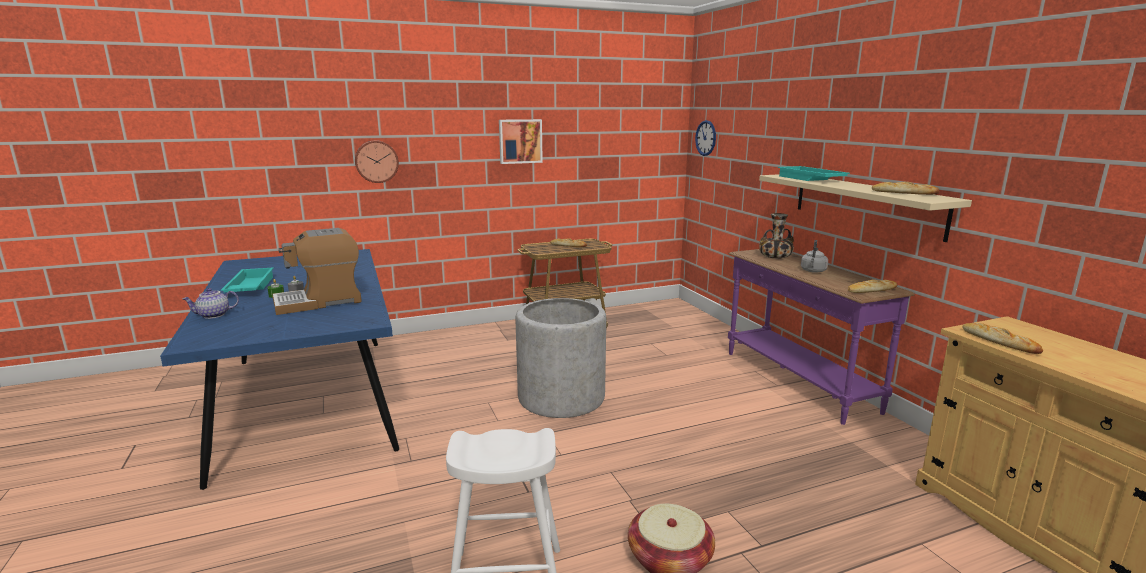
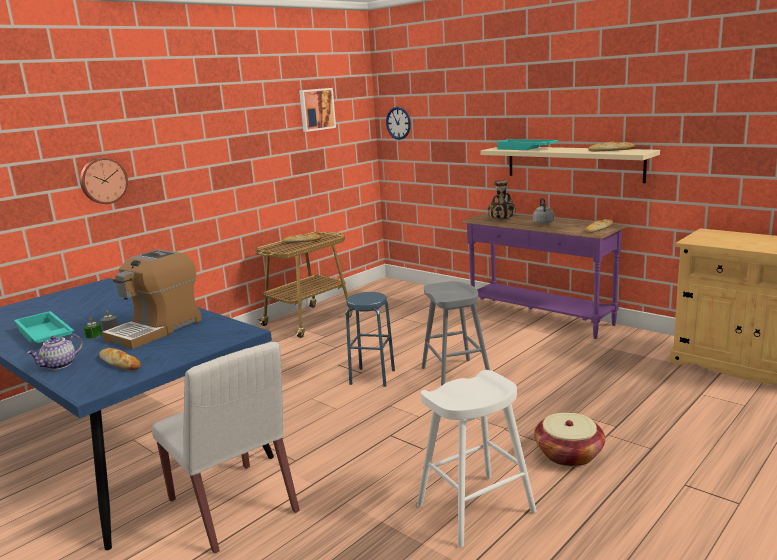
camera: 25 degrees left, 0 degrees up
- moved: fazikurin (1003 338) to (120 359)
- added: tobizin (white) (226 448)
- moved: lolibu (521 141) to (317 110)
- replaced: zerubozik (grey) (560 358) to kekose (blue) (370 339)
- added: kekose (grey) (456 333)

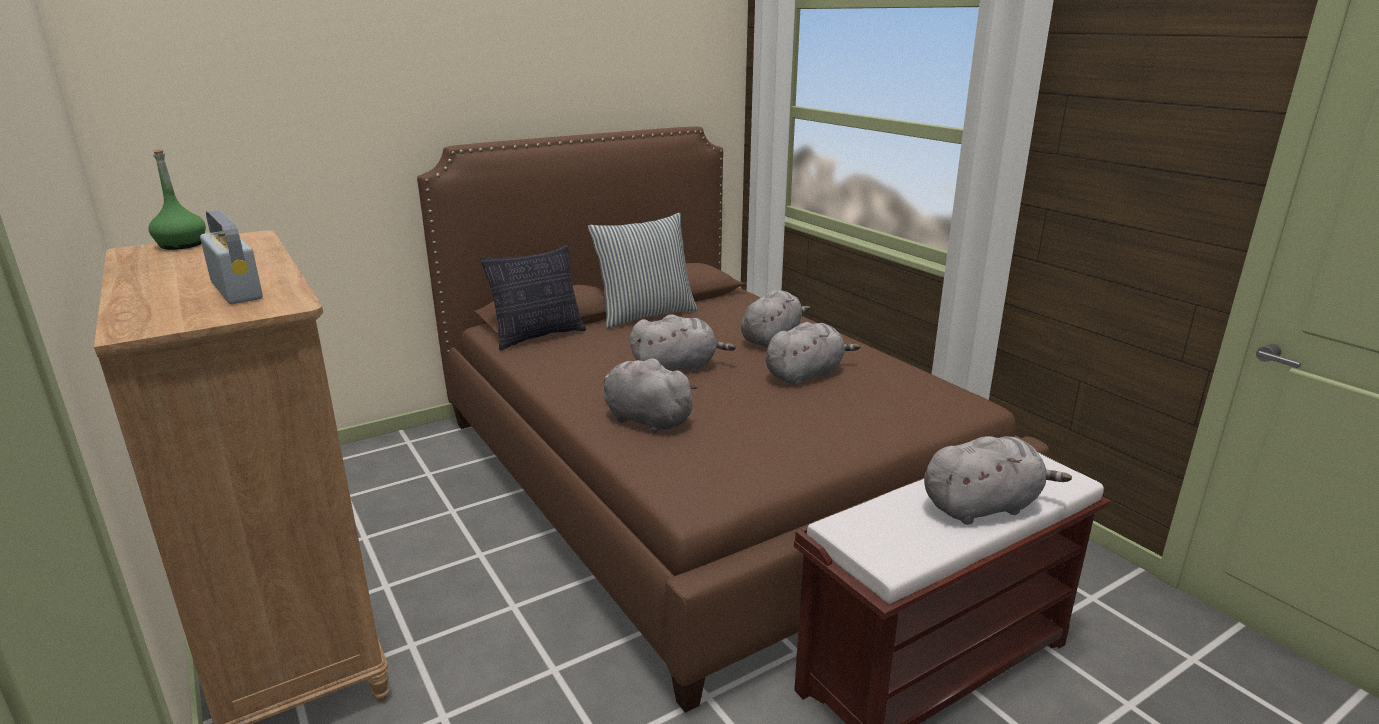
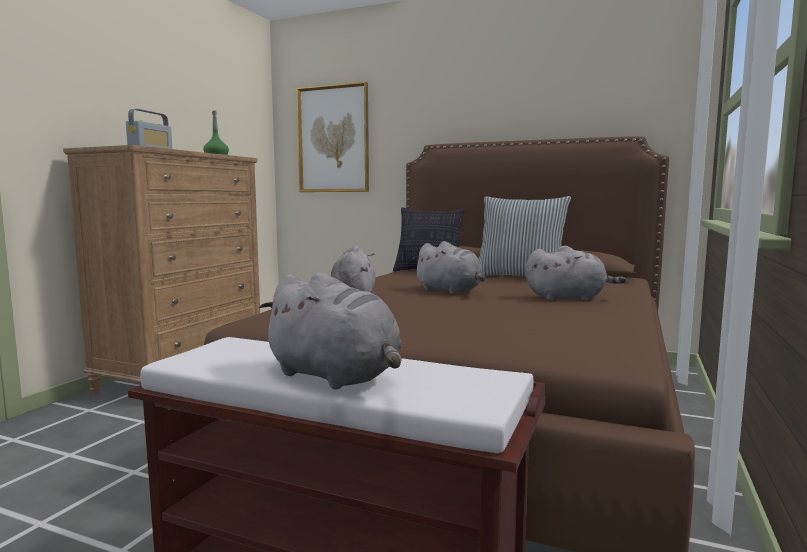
camera: 55 degrees right, 15 degrees down
- added: lolibu (333 137)
- removed: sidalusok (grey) (812 354)

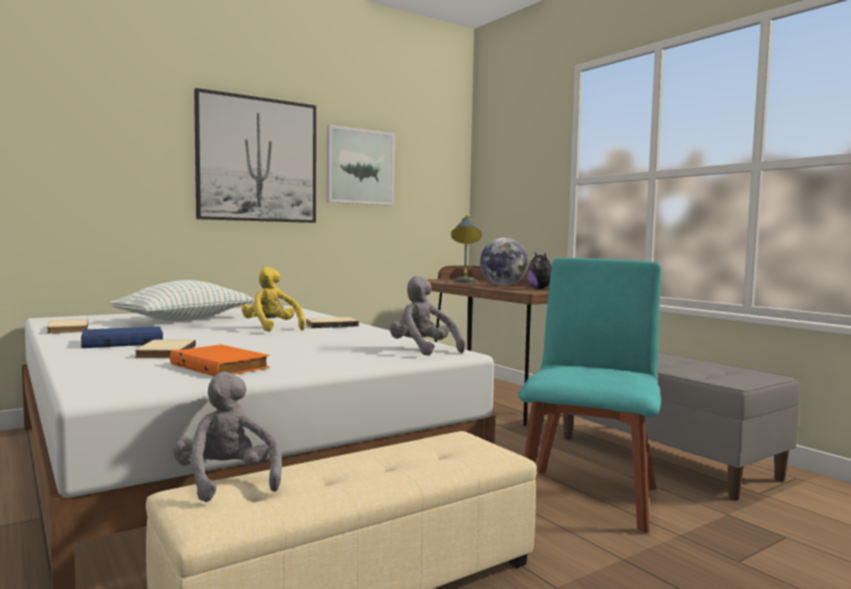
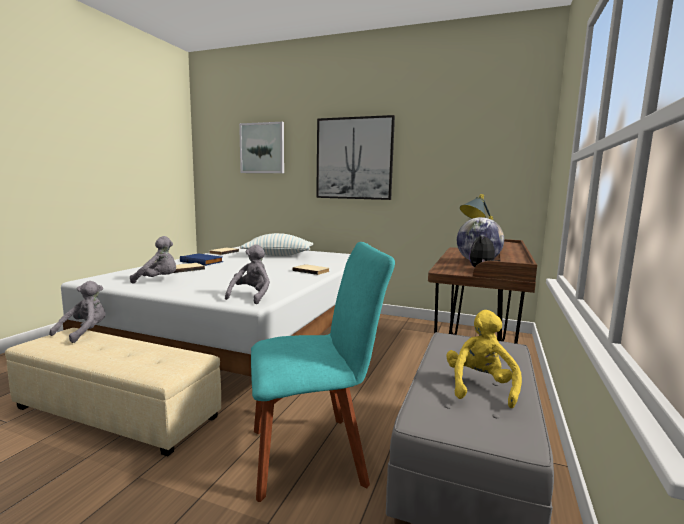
camera: 55 degrees right, 5 degrees up
- replaced: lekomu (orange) (220 360) to sidalusok (grey) (153 260)
- moved: lolibu (361 165) to (261 147)
- moved: sidalusok (yellow) (273 299) to (484 359)

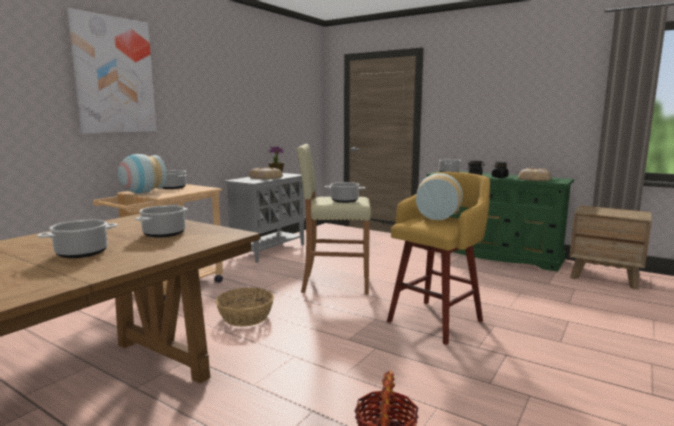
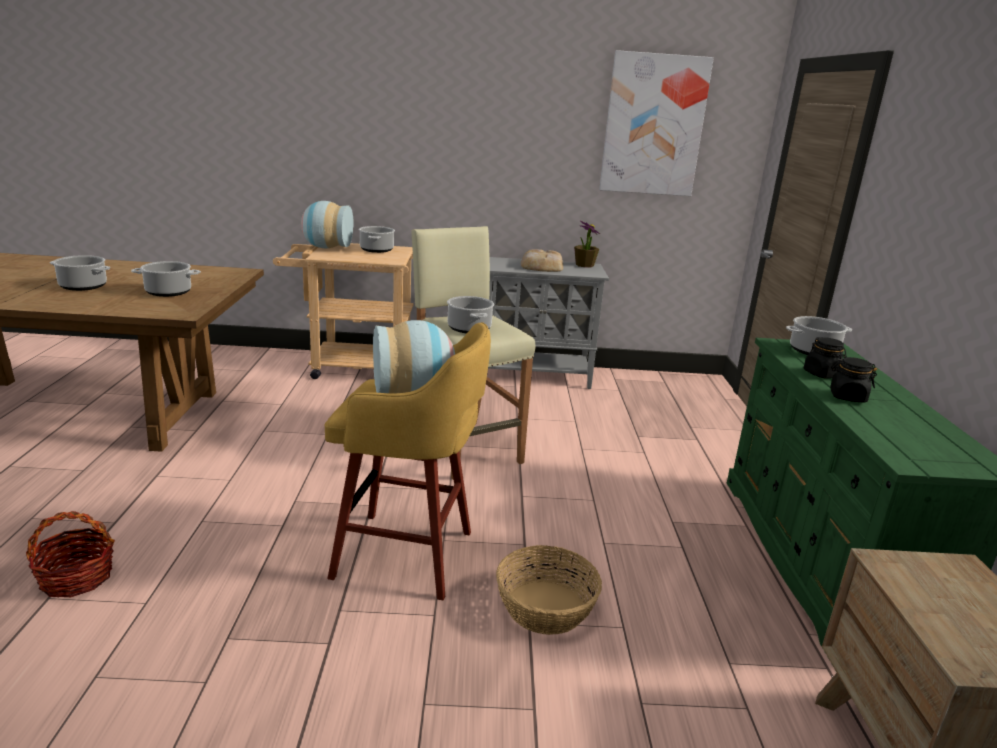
camera: 55 degrees right, 10 degrees up
- moved: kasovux (245 307) to (549 590)
- moved: lolibu (112 71) to (656 123)
- removed: fazikurin (534 174)

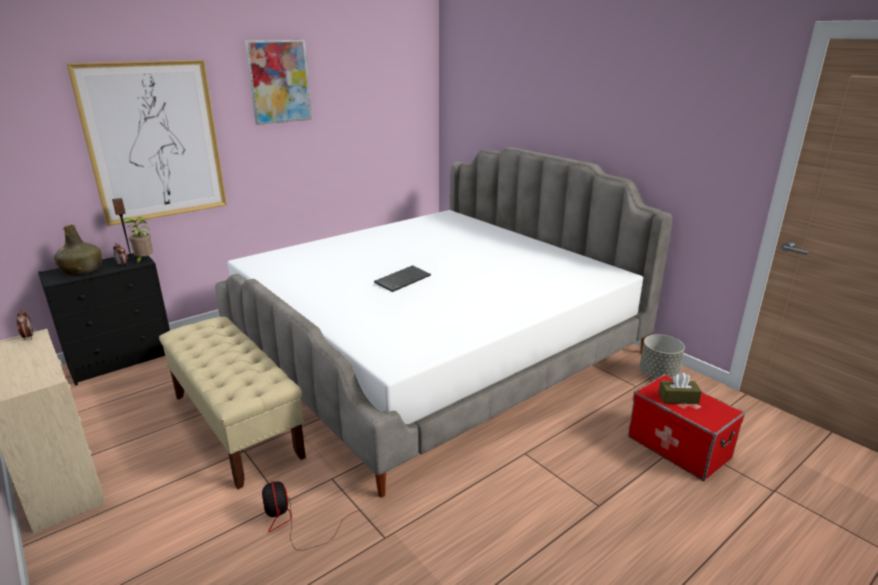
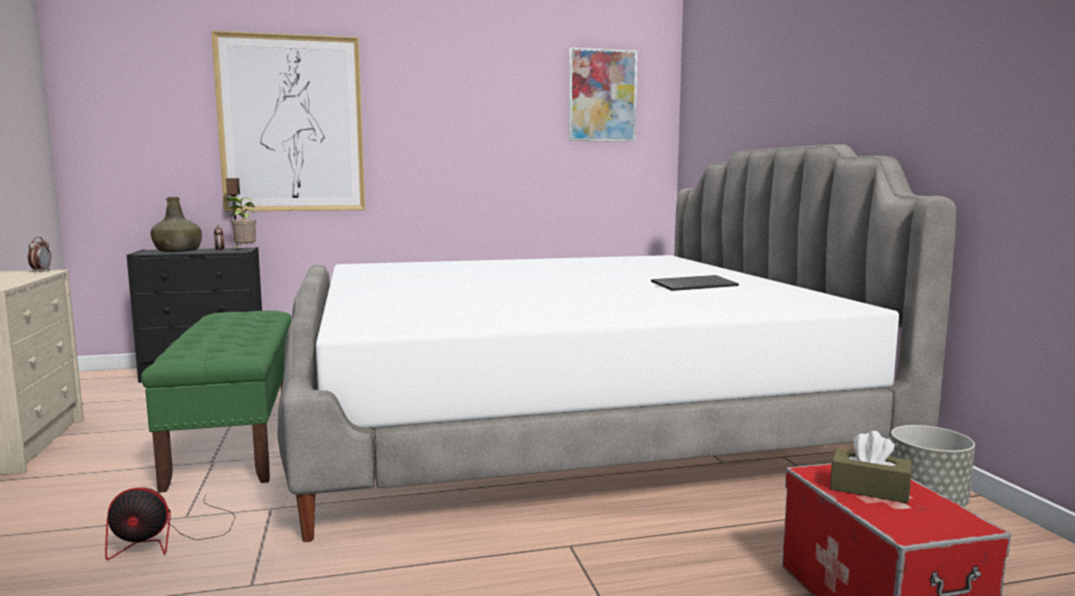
camera: 25 degrees right, 15 degrees down
- turned: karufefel (312 515) = (170 523) 105 degrees counterclockwise
- recoloured: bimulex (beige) (232 403) to bimulex (green) (216 401)
- moved: lolibu (278 82) to (603 95)
- moved: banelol (402 278) to (695 283)

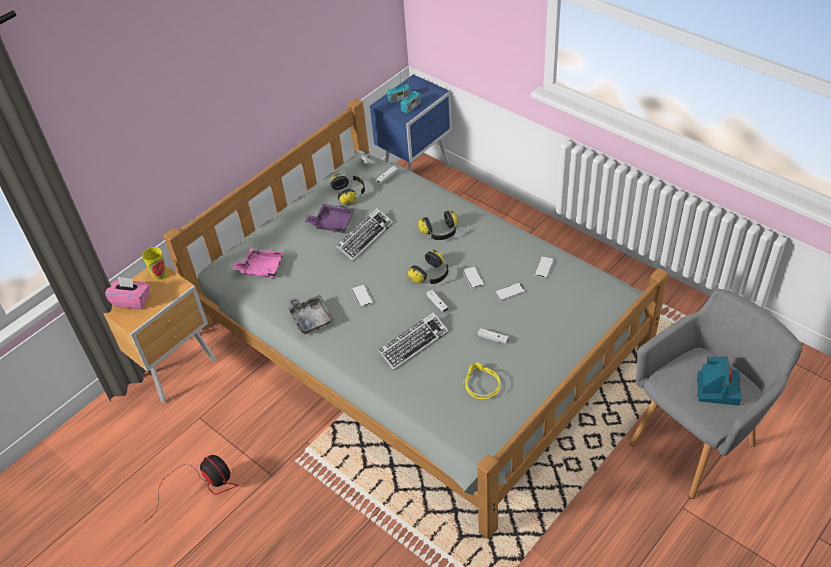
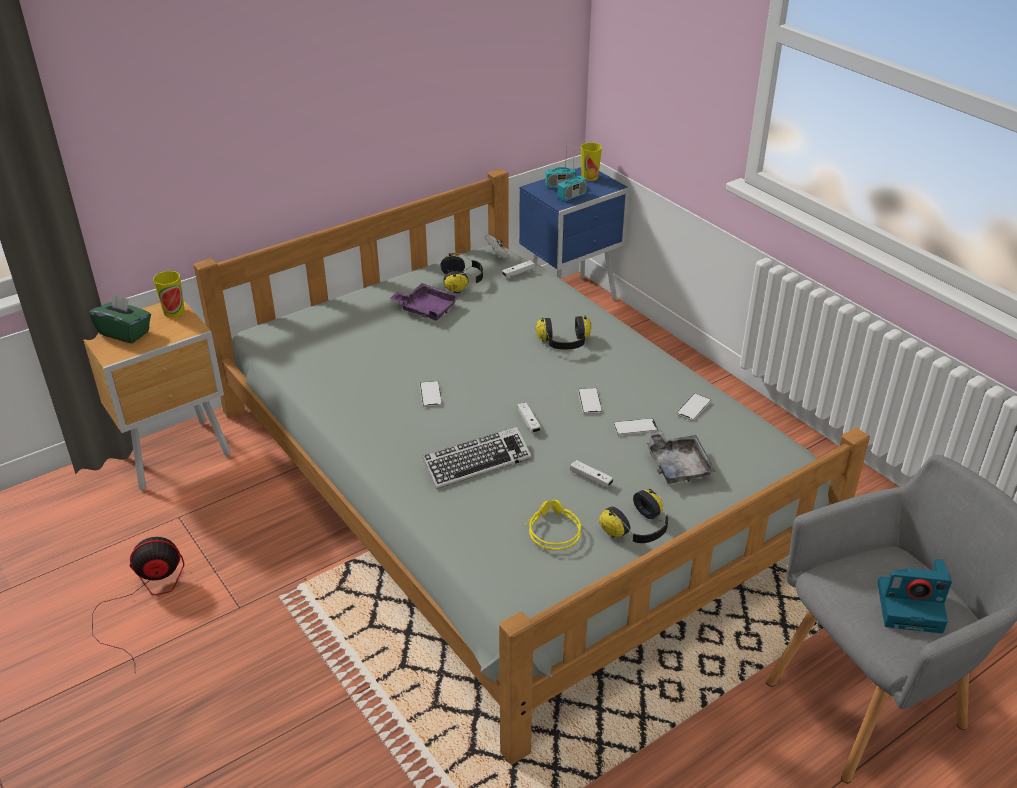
camera: 10 degrees right, 10 degrees down
- recoloured: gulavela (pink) (127 293) to gulavela (green) (120 318)
- turned: karufefel (191 489) = (138 600) 75 degrees counterclockwise
- added: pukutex (591 161)
- moved: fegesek (428 268) to (633 516)
- moved: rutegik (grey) (310 314) to (681 457)
- turned: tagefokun (719 380) = (915 596) 75 degrees clockwise
- removed: rutegik (pink) (258 263)
- removed: banelol (364 234)

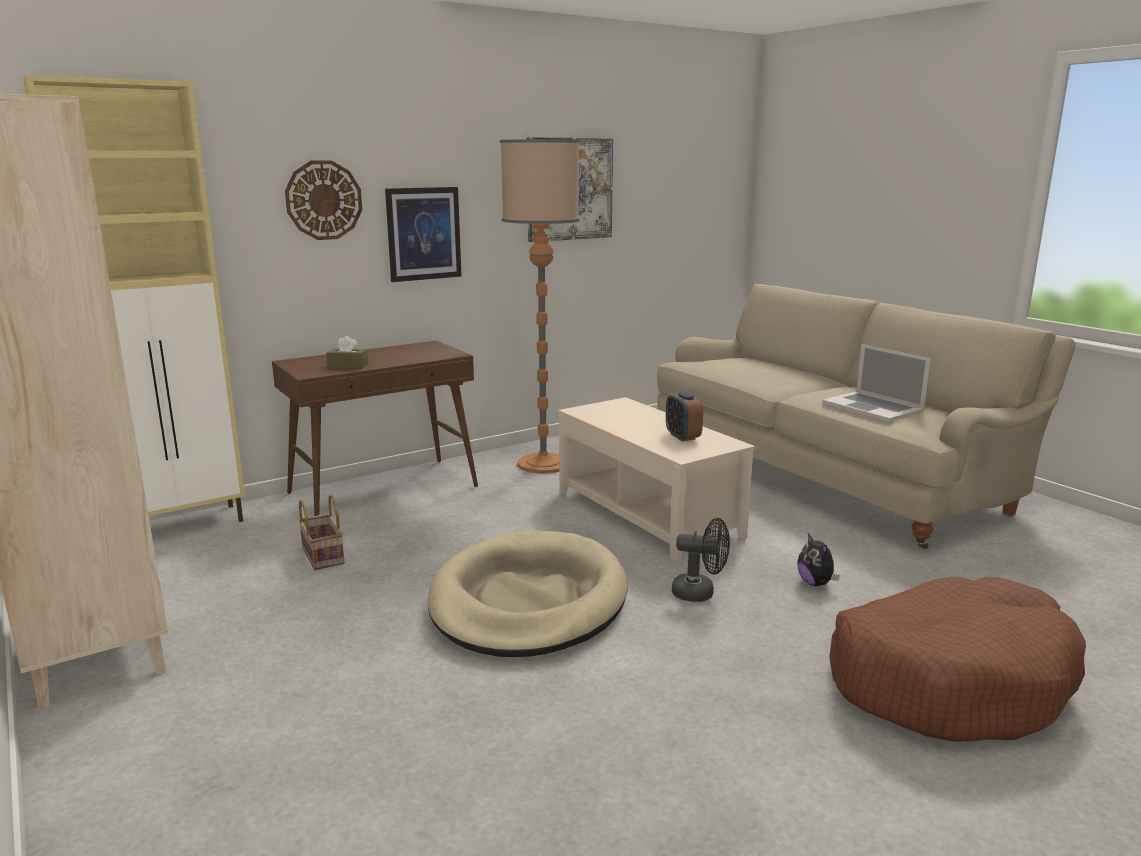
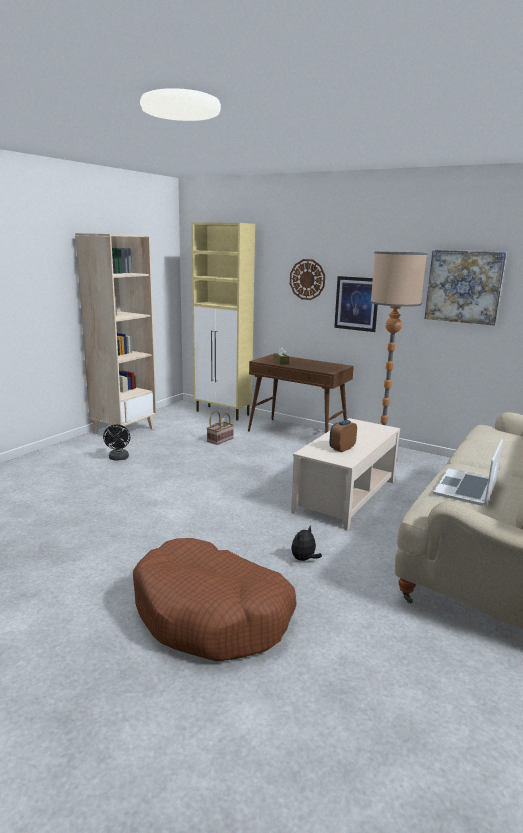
camera: 65 degrees right, 0 degrees up
- moved: karufefel (black) (701 560) to (116 442)
- removed: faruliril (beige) (527 594)

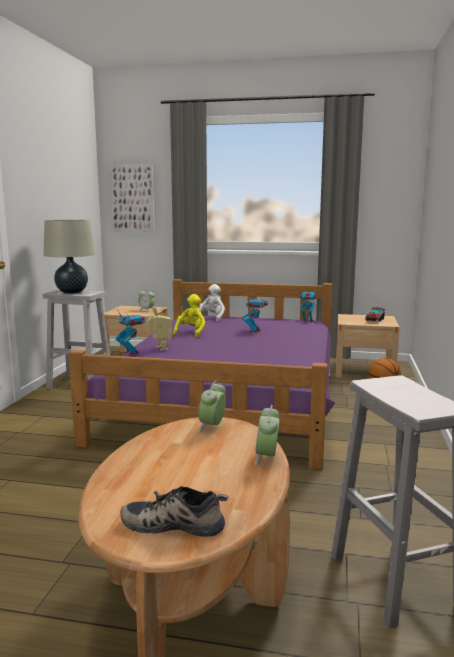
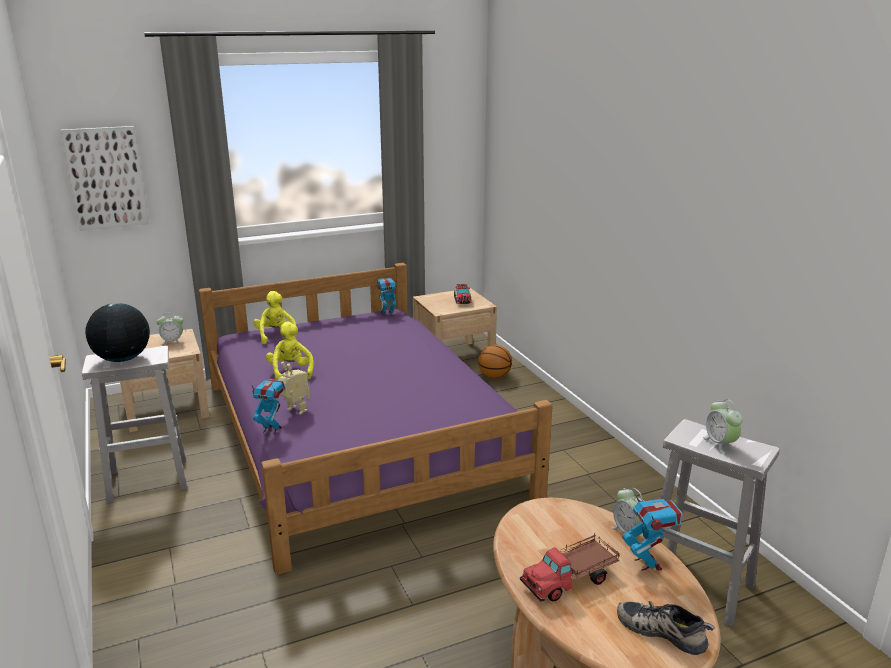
camera: 35 degrees left, 10 degrees up
- replaced: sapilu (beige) (69 257) to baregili (117 332)
- recoloured: sidalusok (white) (212 303) to sidalusok (yellow) (274 317)
- added: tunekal (570 567)
- turned: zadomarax (174 511) = (666 628) 60 degrees clockwise
- moved: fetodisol (255 312) to (652 530)
- moved: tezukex (212 406) to (723 426)

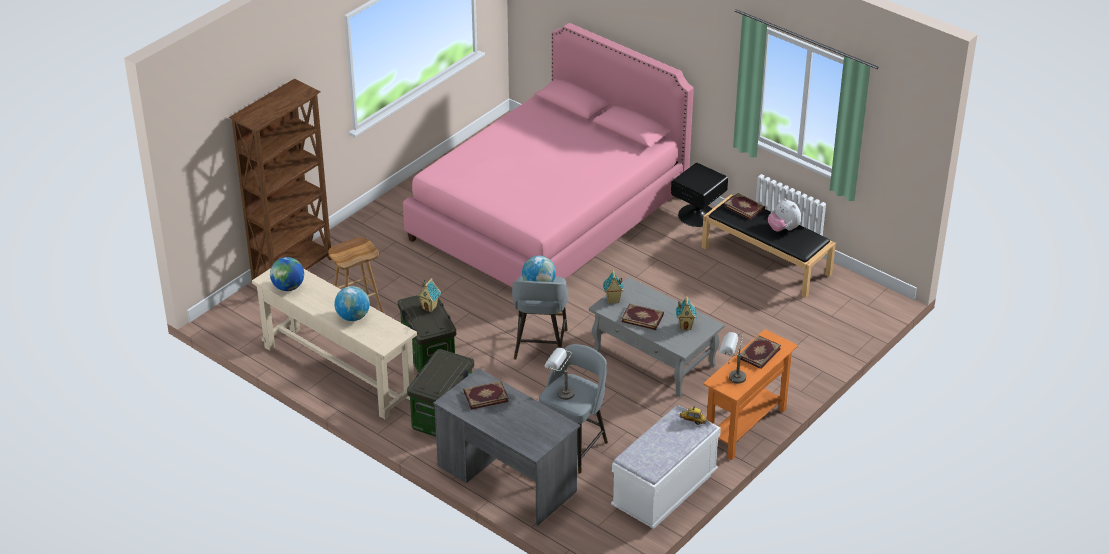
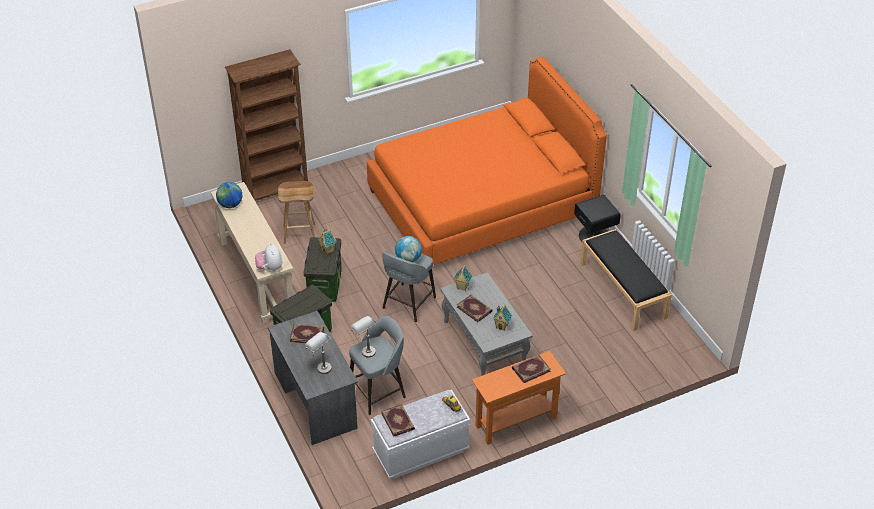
camera: 25 degrees right, 5 degrees up
- moved: sidalusok (785 215) to (268 257)
- moved: sapilu (grey) (732 358) to (318 353)
- recoloured: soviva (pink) (548 155) to soviva (orange) (487 161)
- moved: lekomu (744 206) to (398 420)
- removed: baregili (352 303)

